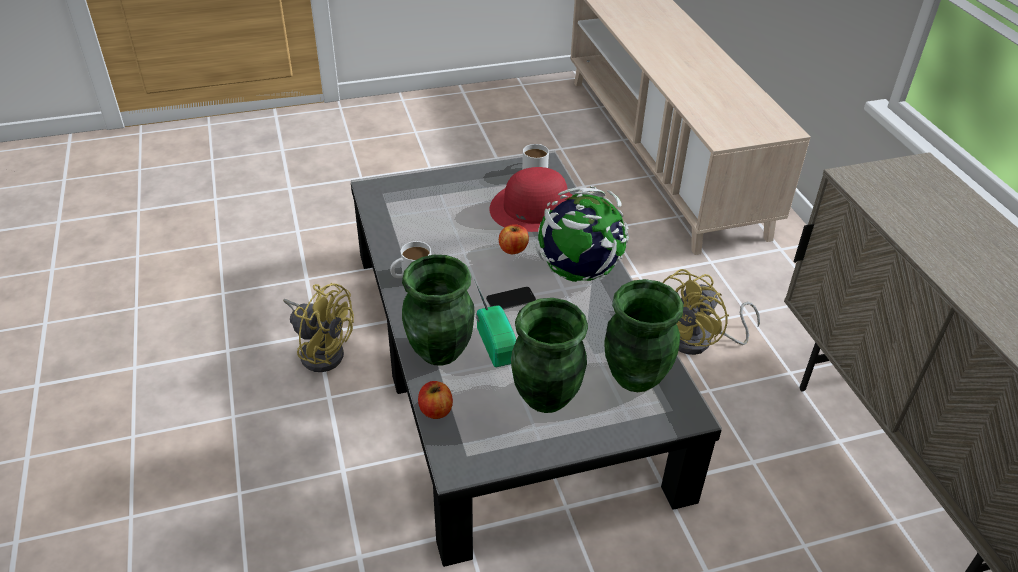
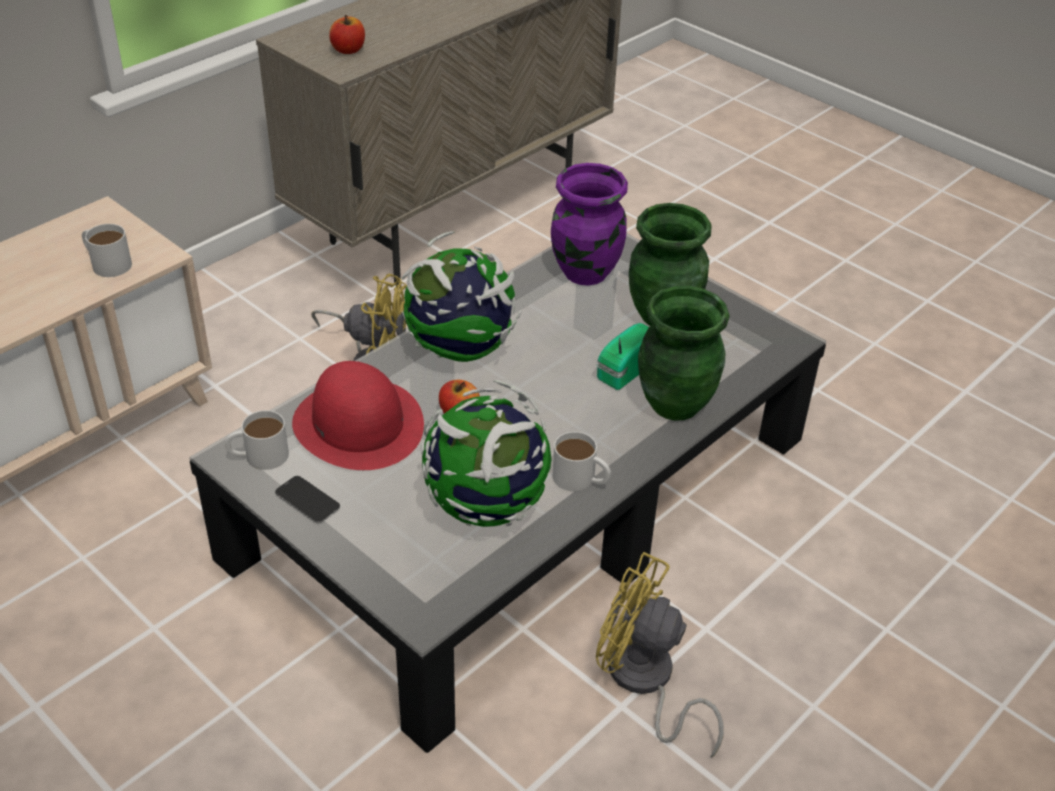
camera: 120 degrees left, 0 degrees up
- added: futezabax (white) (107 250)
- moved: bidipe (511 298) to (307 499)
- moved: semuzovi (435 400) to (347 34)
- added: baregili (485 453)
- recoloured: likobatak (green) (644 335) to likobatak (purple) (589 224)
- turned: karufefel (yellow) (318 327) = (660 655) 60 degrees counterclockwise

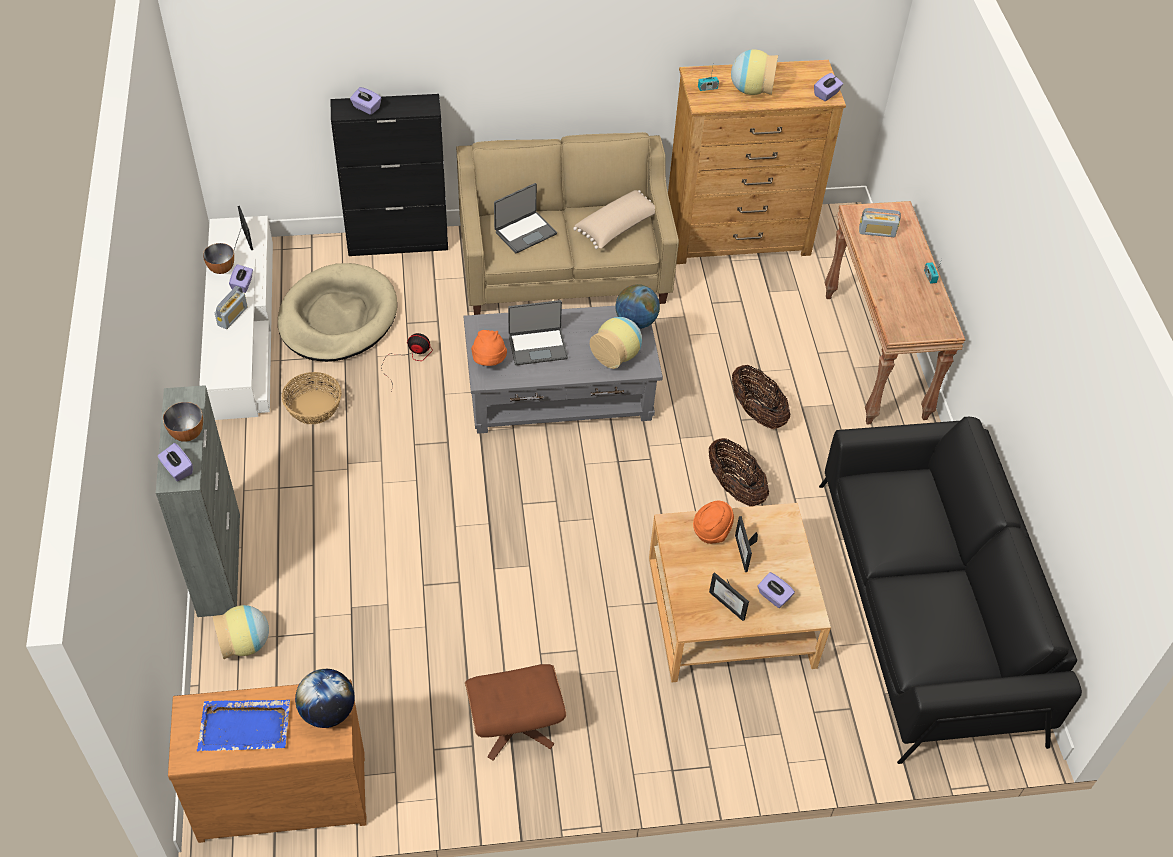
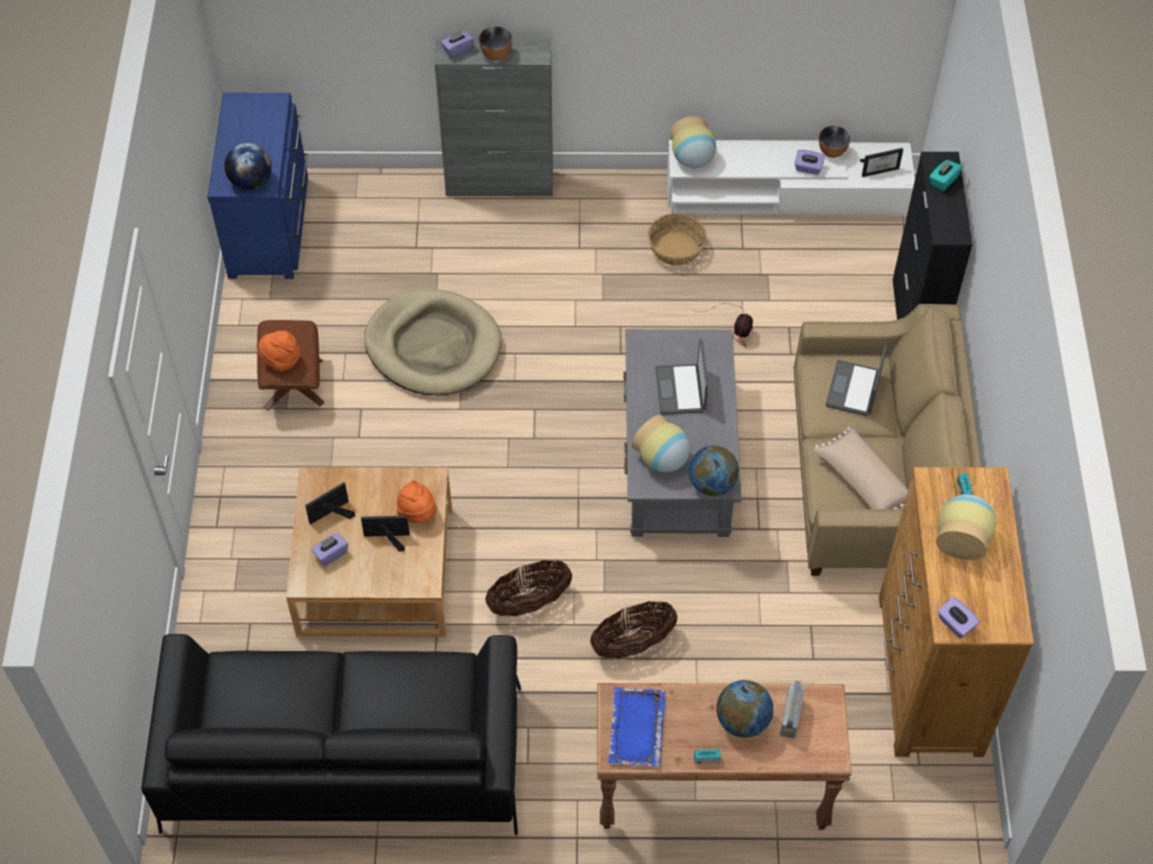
camera: 100 degrees right, 5 degrees up
- recoloured: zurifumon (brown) (267 761) to zurifumon (blue) (257 186)
- moved: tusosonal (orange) (489 348) to (278 351)
- moved: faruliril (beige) (337 312) to (433 342)
- moved: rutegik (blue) (243 725) to (637 727)
- moved: likobatak (241 632) to (693 142)
- added: baregili (744 709)
- turned: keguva (525 218) = (856 380) 45 degrees clockwise
- recoloured: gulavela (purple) (365 101) to gulavela (turquoise) (945 175)
- removed: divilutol (231 307)

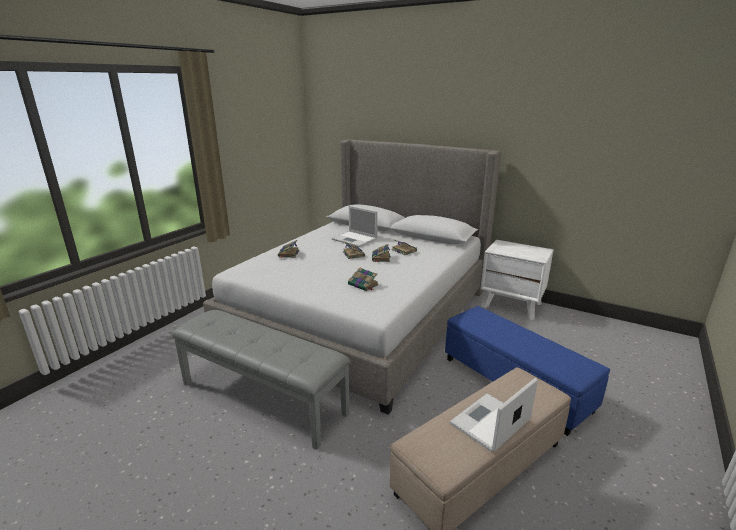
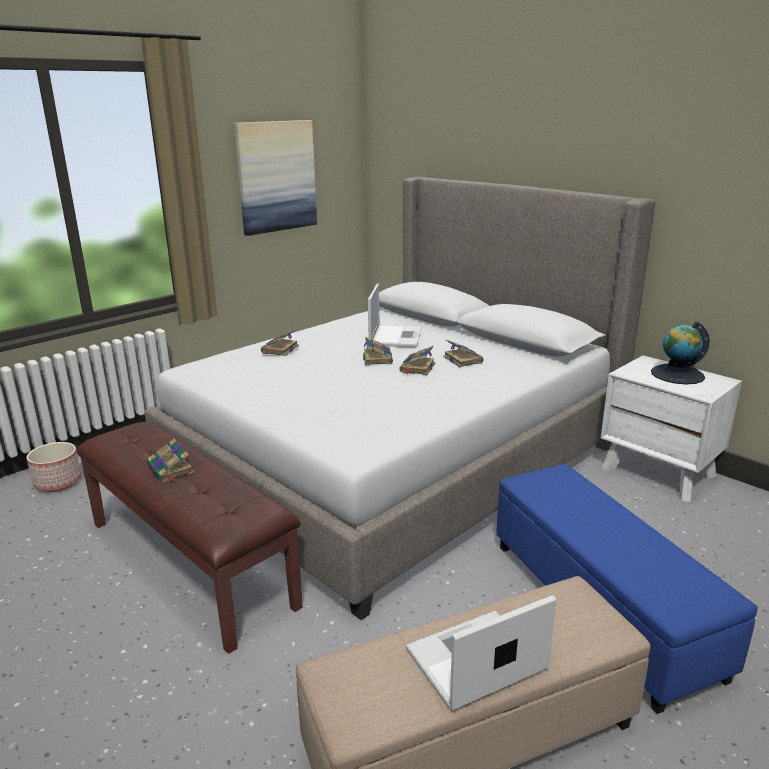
camera: 15 degrees right, 0 degrees up
- added: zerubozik (54 467)
- recoloured: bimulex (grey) (261 380) to bimulex (brown) (190 538)
- moved: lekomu (363 279) to (171 460)
- added: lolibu (275 178)
- turned: keguva (355 226) = (395 315) 135 degrees counterclockwise
- added: baregili (680 353)

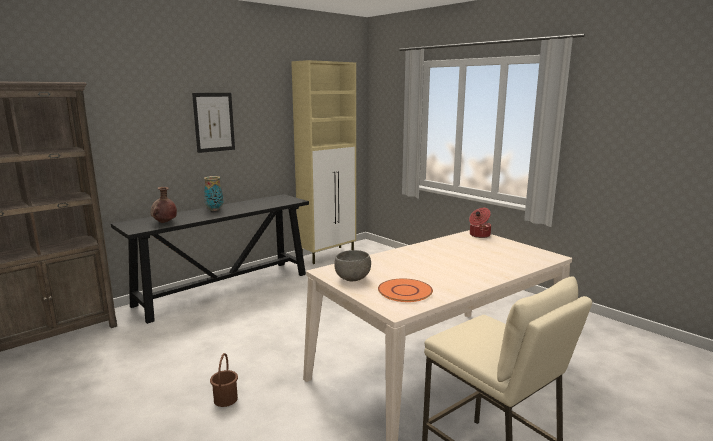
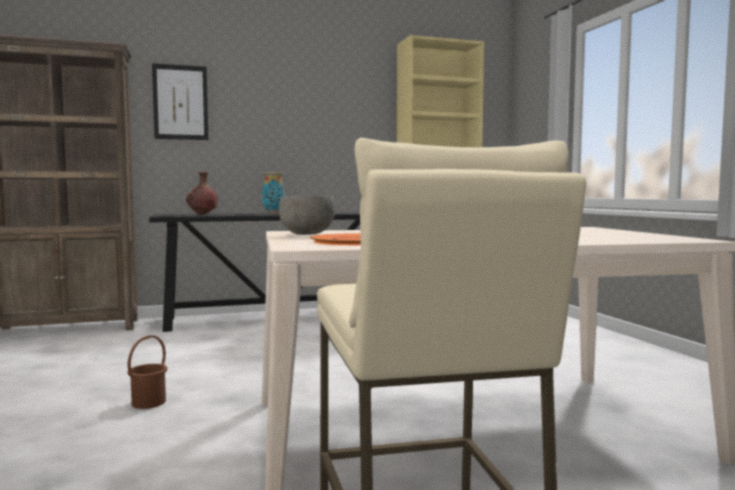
camera: 25 degrees right, 10 degrees down
- moved: lolibu (213 123) to (180 101)
- removed: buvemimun (480 223)

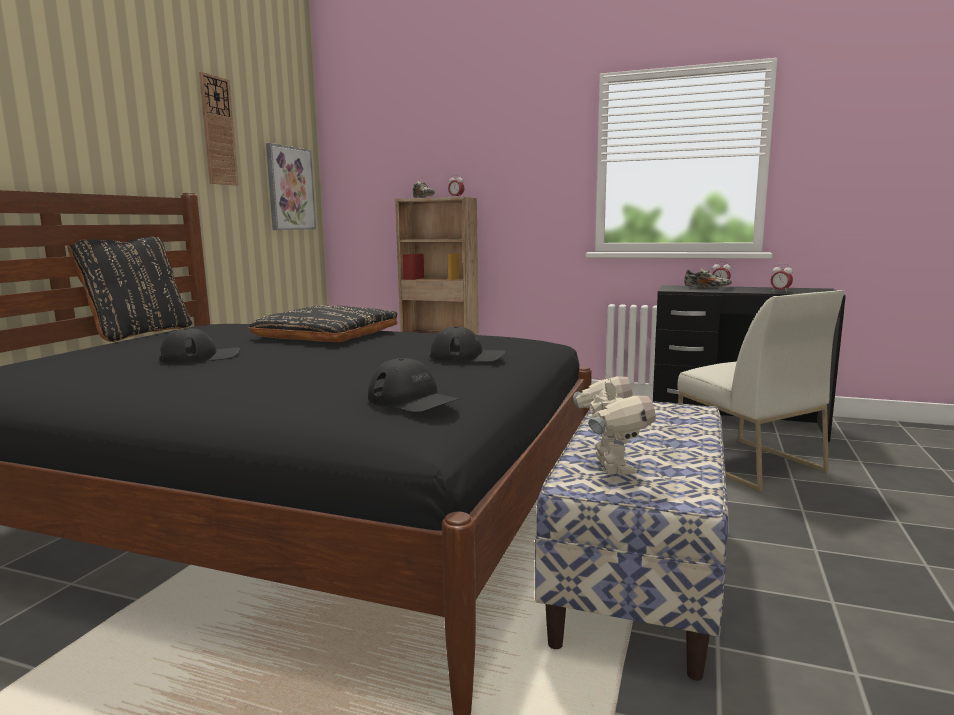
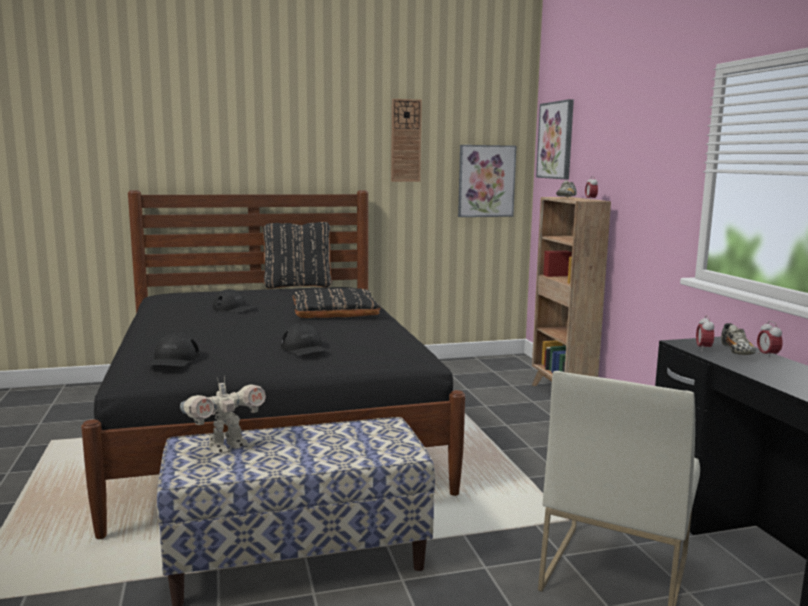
camera: 55 degrees right, 0 degrees up
- added: lolibu (555 139)
- moved: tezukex (782 278) to (705 332)

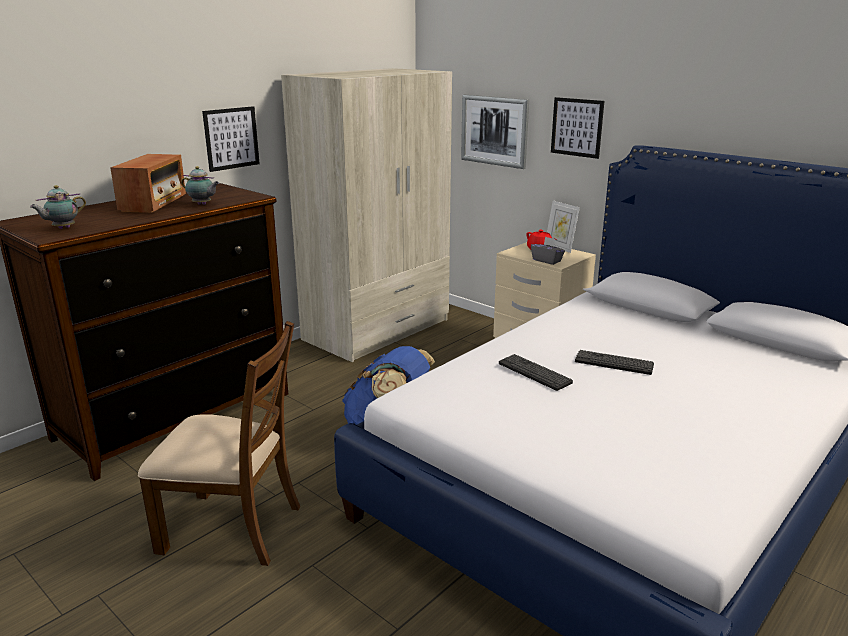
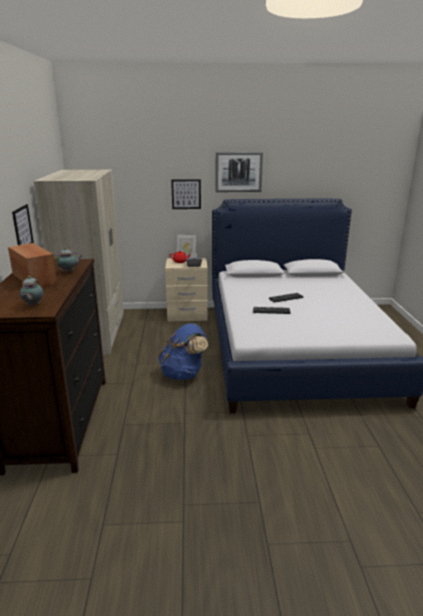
camera: 45 degrees left, 0 degrees up
- moved: lolibu (495 132) to (239 172)
- removed: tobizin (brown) (219 443)

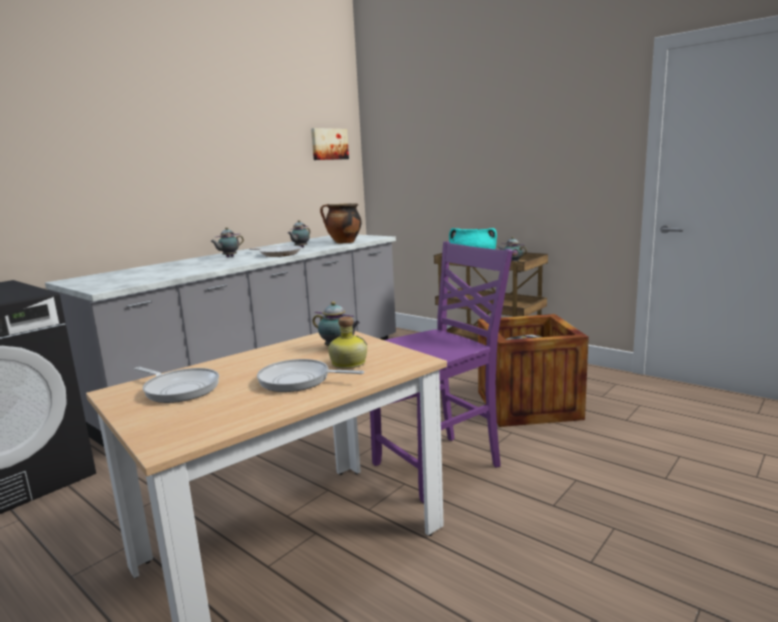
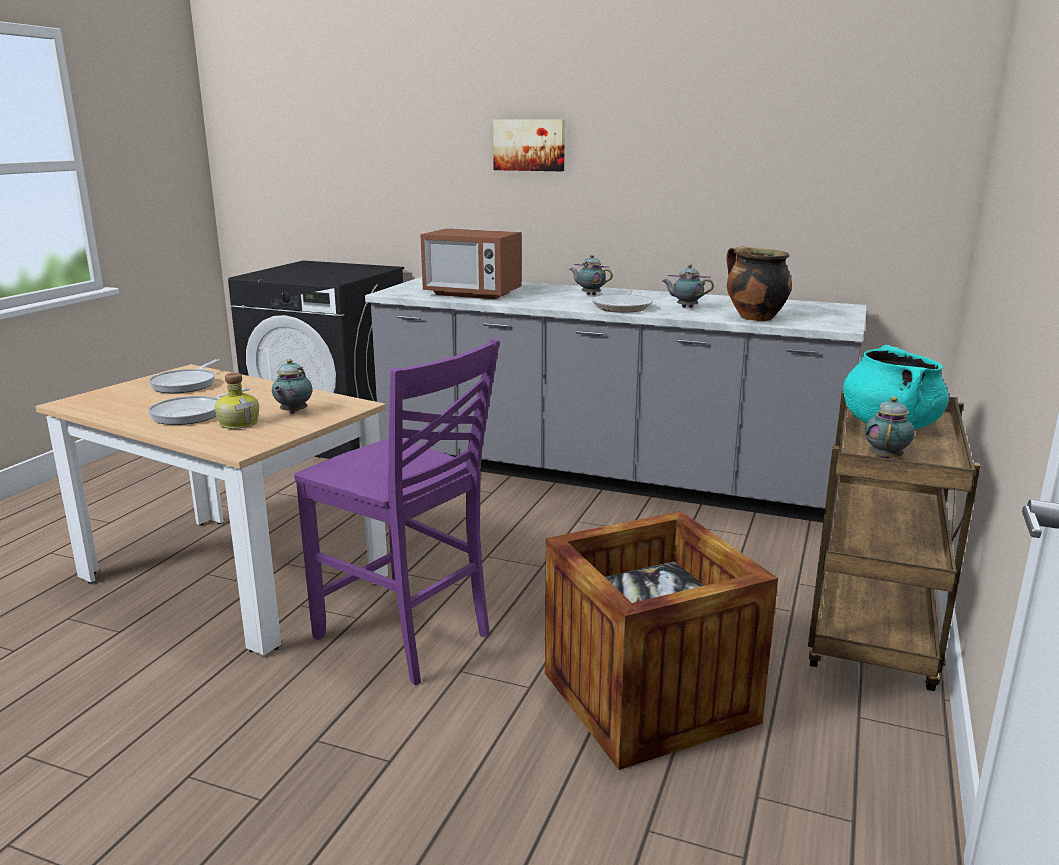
camera: 70 degrees right, 5 degrees up
- turned: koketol (310 375) = (199 406) 135 degrees counterclockwise
- added: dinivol (471 264)
- moved: lolibu (330 144) to (529 145)

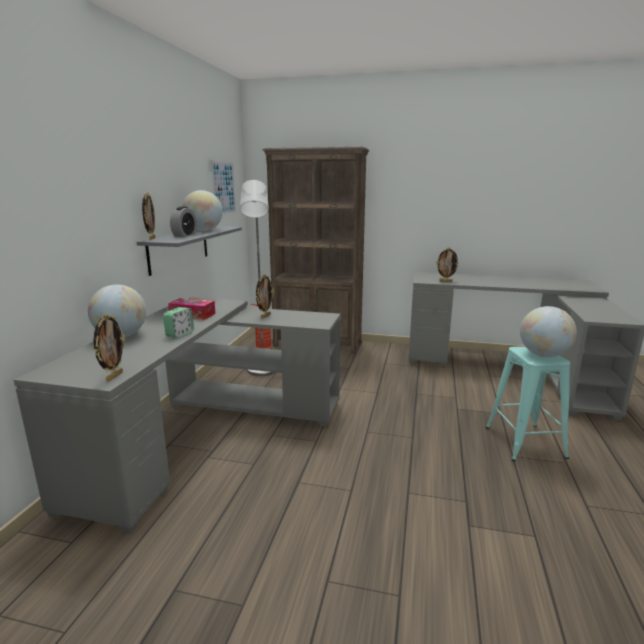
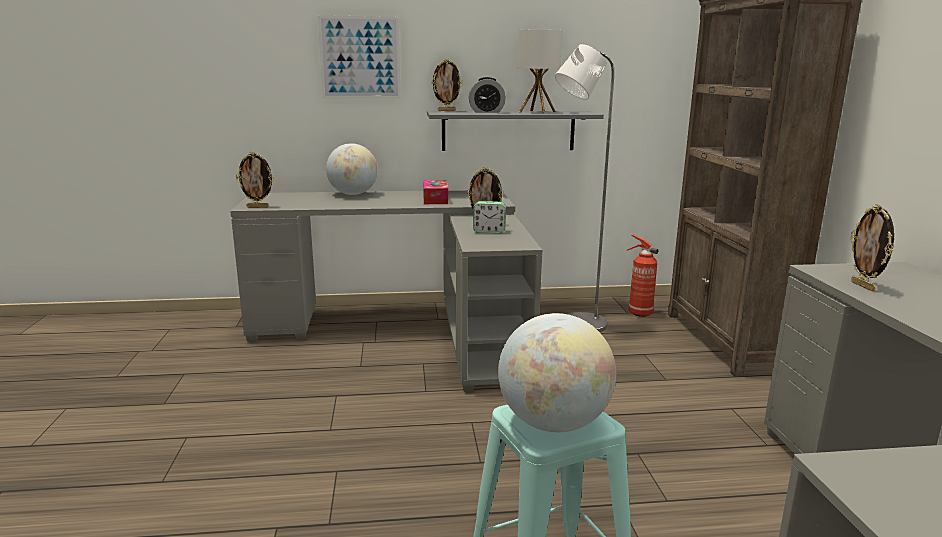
camera: 70 degrees right, 0 degrees up
- moved: lolibu (223 187) to (359 57)
- moved: tezukex (178 322) to (489 217)
- replaced: baregili (202 210) to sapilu (540 71)

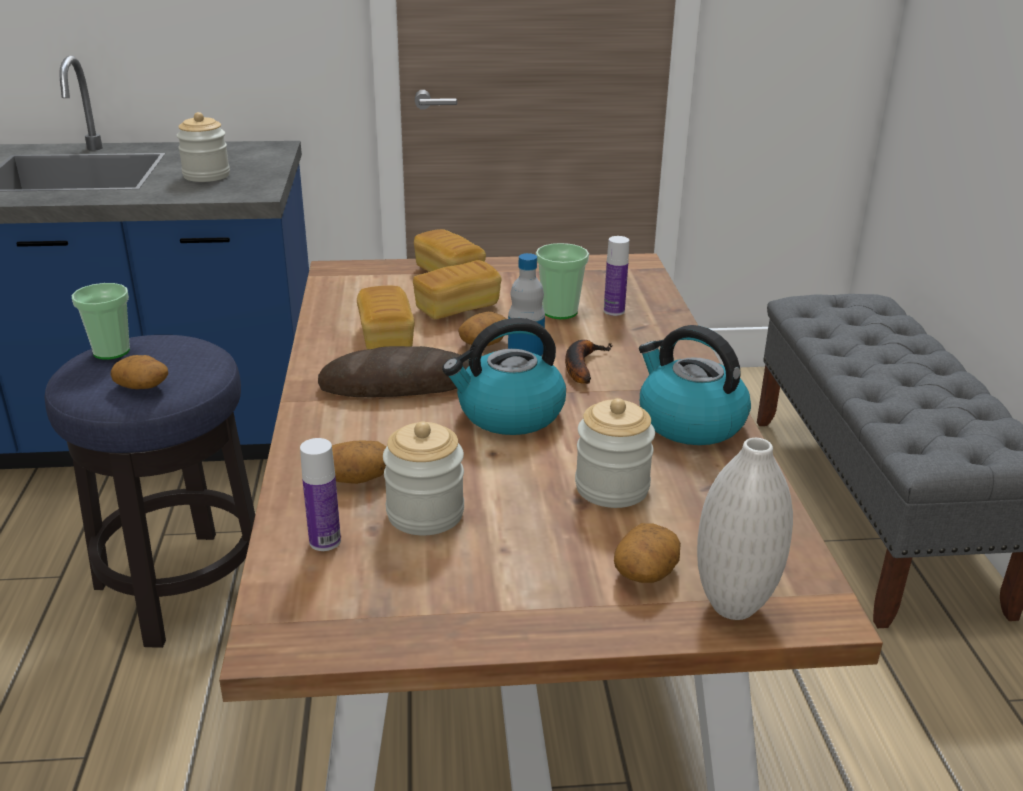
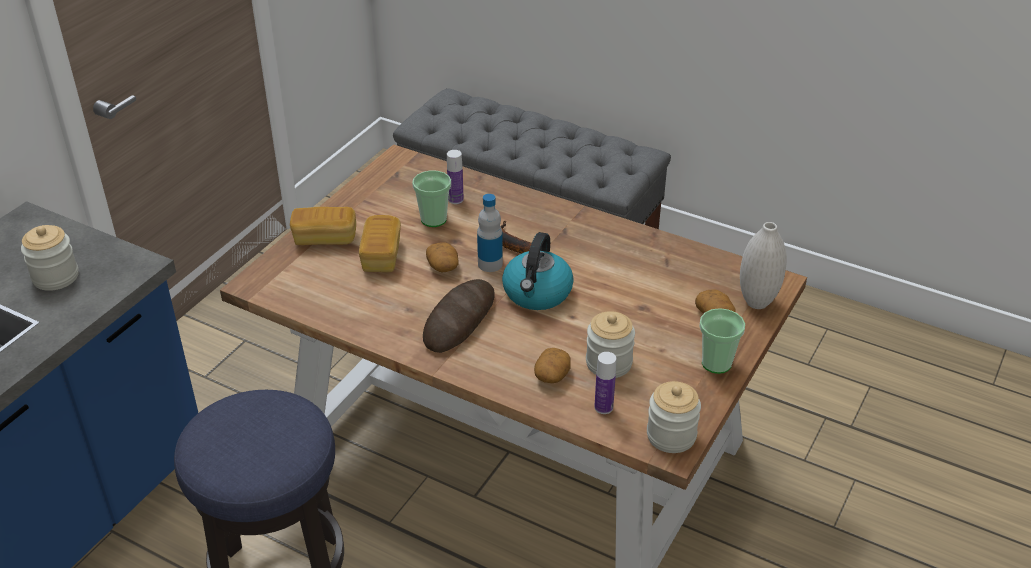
camera: 55 degrees left, 10 degrees up
- moved: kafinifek (615 453) to (674 417)
- moved: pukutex (101 321) to (722 341)
- removed: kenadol (139 372)
- removed: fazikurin (386 317)
- removed: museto (695 385)

